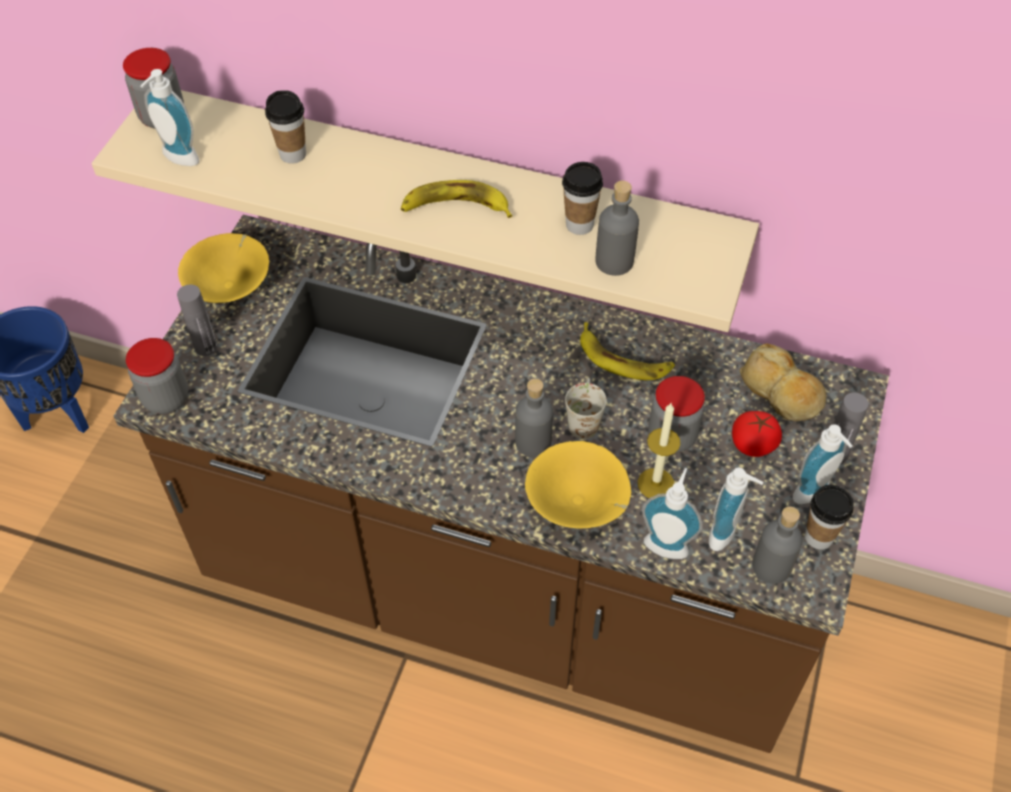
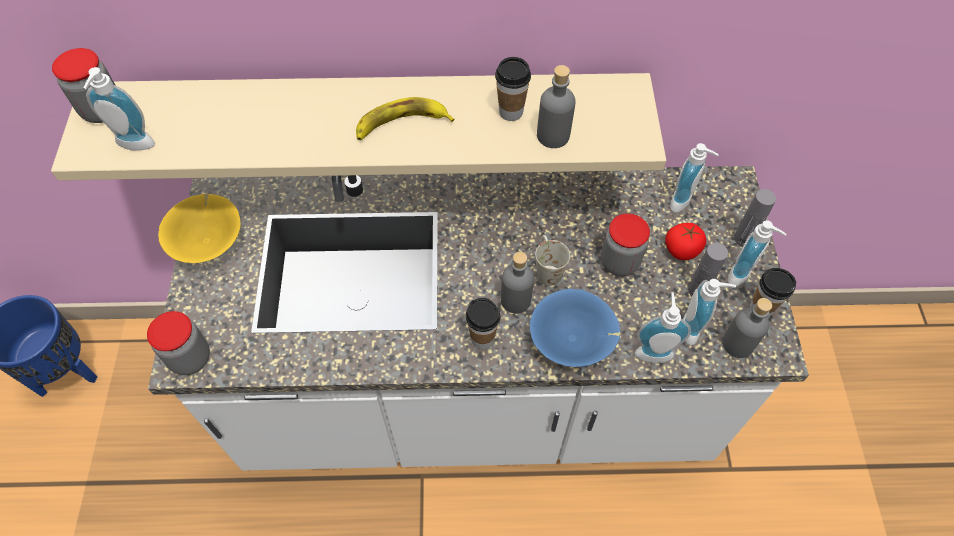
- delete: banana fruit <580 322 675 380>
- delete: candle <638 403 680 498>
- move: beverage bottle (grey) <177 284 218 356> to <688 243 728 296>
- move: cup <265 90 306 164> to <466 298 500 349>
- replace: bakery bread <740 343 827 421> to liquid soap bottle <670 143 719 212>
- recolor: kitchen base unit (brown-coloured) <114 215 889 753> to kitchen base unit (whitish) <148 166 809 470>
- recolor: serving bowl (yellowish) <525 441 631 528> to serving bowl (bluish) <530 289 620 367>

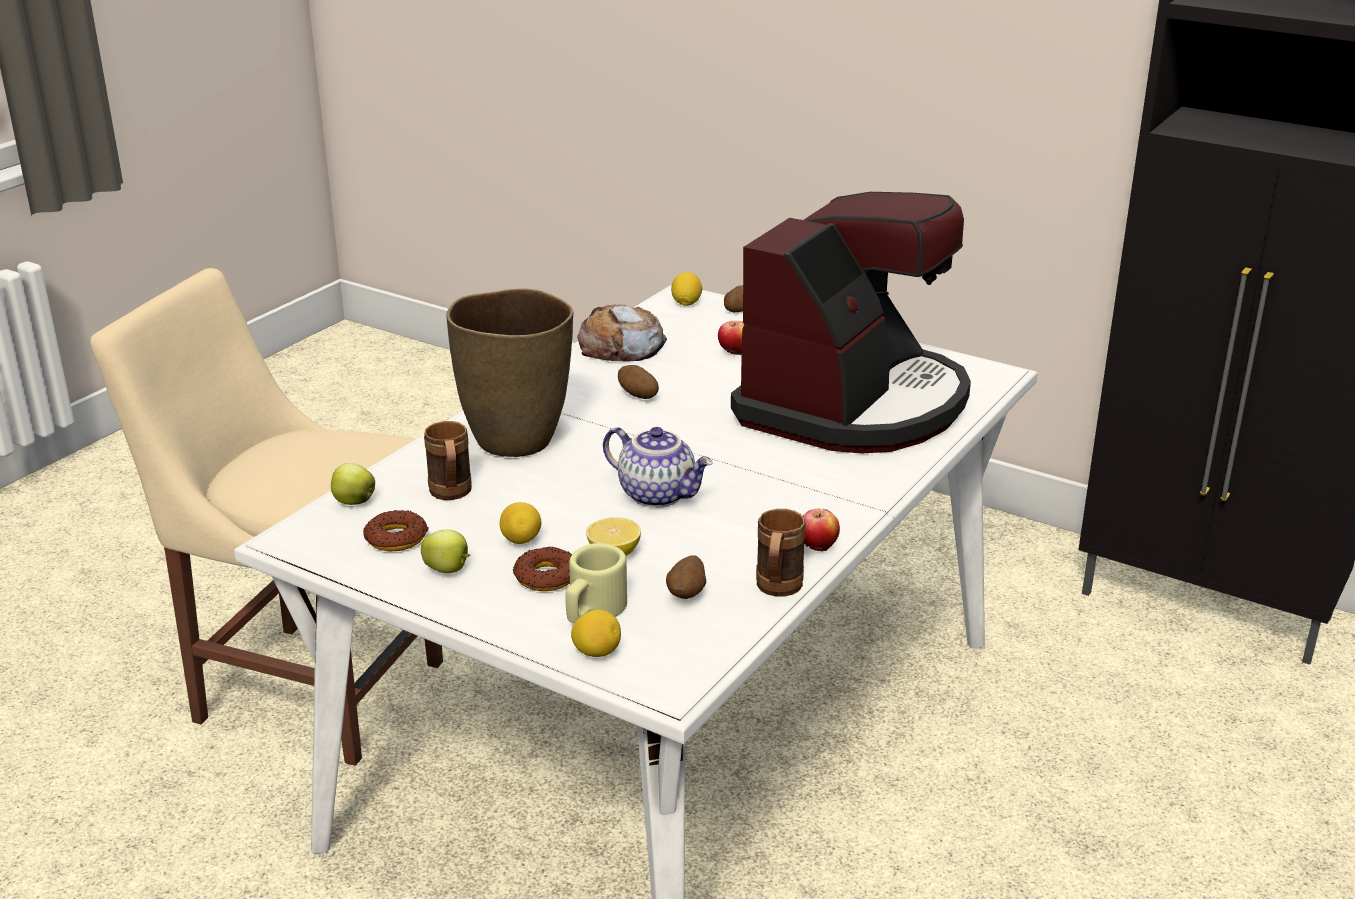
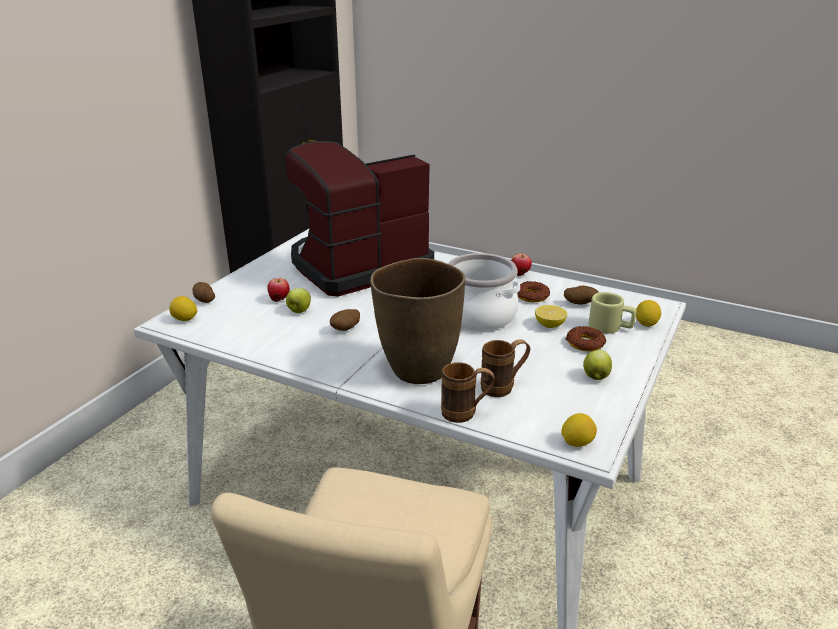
- delete: bakery bread <577 305 667 362>
- move: whole apple <331 463 375 505> to <286 288 311 313>
- move: ring doughnut <363 510 429 551> to <517 281 550 302>
- move: whole lemon <500 502 541 544> to <561 413 597 447>
- move: tea mug (brown-coloured) <756 509 806 596> to <441 362 495 423>
- replace: tea pot <603 427 713 508> to saucepot <448 253 520 331>
- rotate: coffee machine <731 192 971 454> = <285 141 434 297> 60 degrees counterclockwise

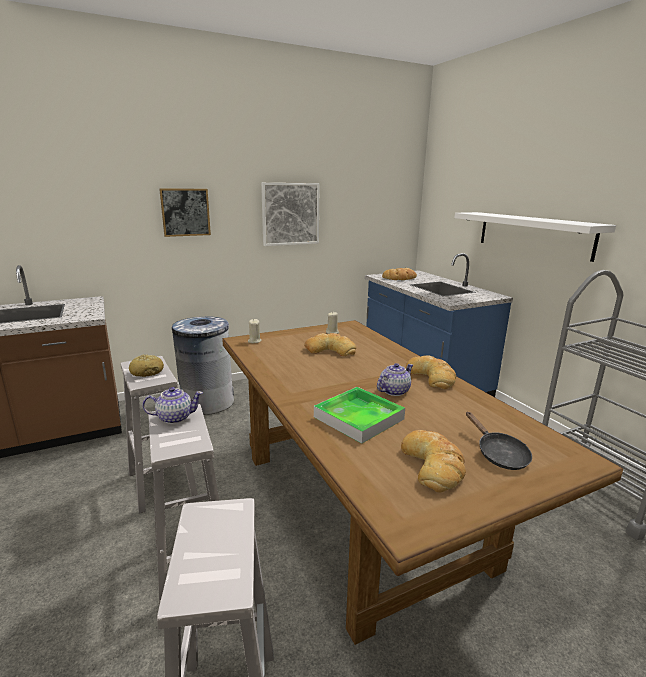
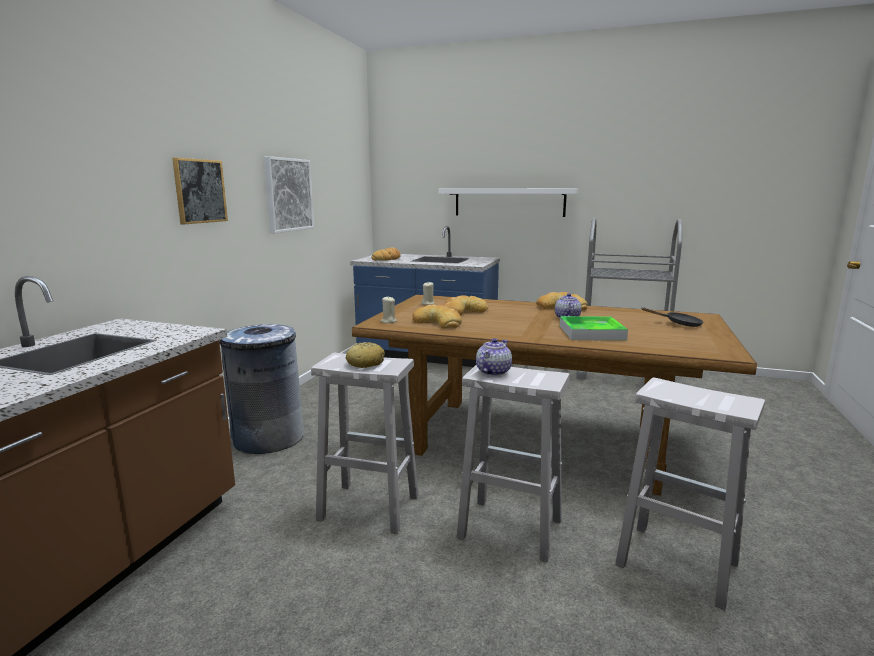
- move: bakery bread <401 430 466 492> to <412 305 462 328>

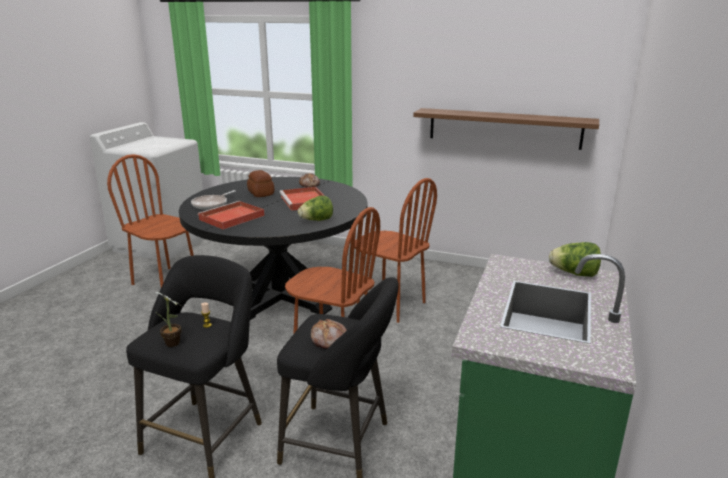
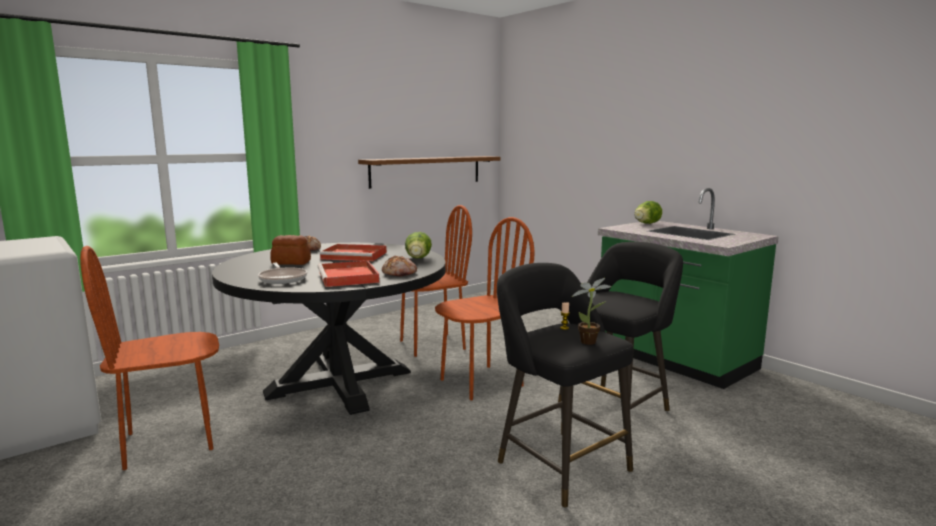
- move: bakery bread <311 319 347 349> to <382 256 417 277>

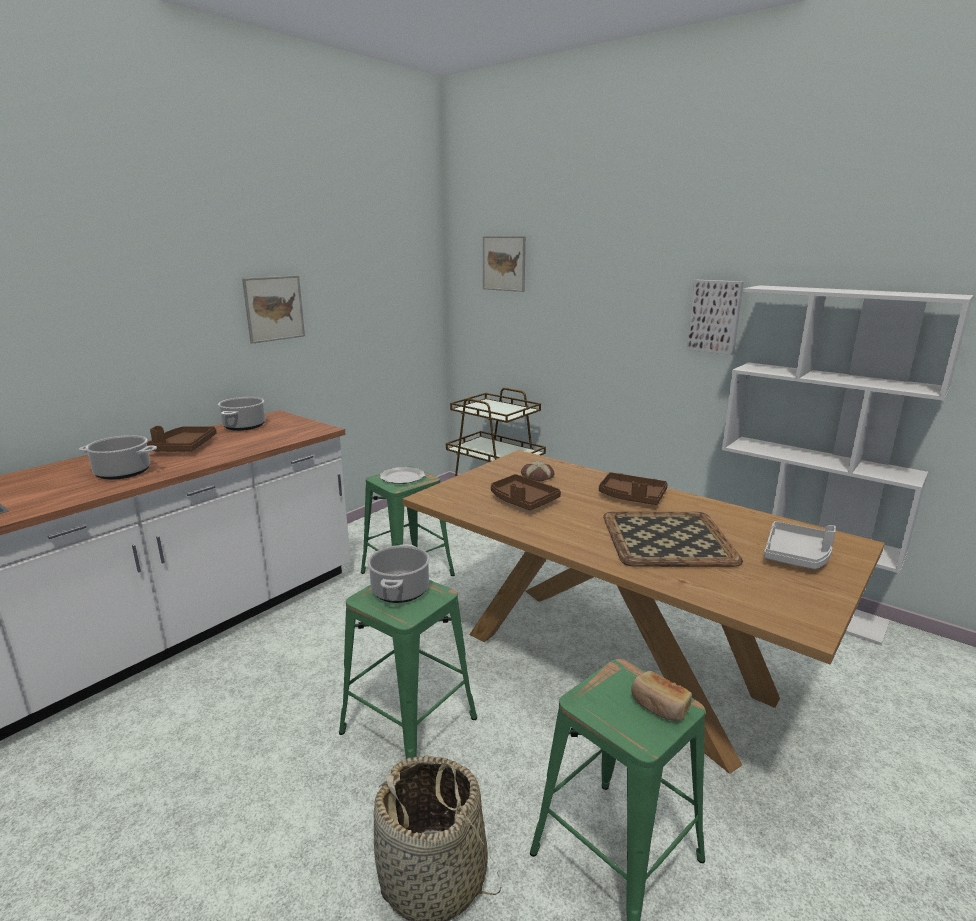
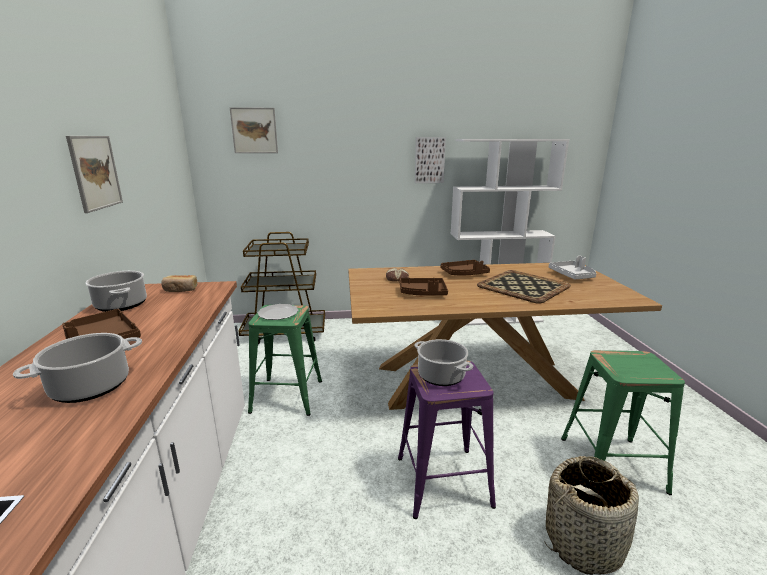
- move: bakery bread <631 671 692 721> to <161 275 198 292>
- recolor: stool seat (greenish) <339 580 477 759> to stool seat (purple) <398 361 496 519>

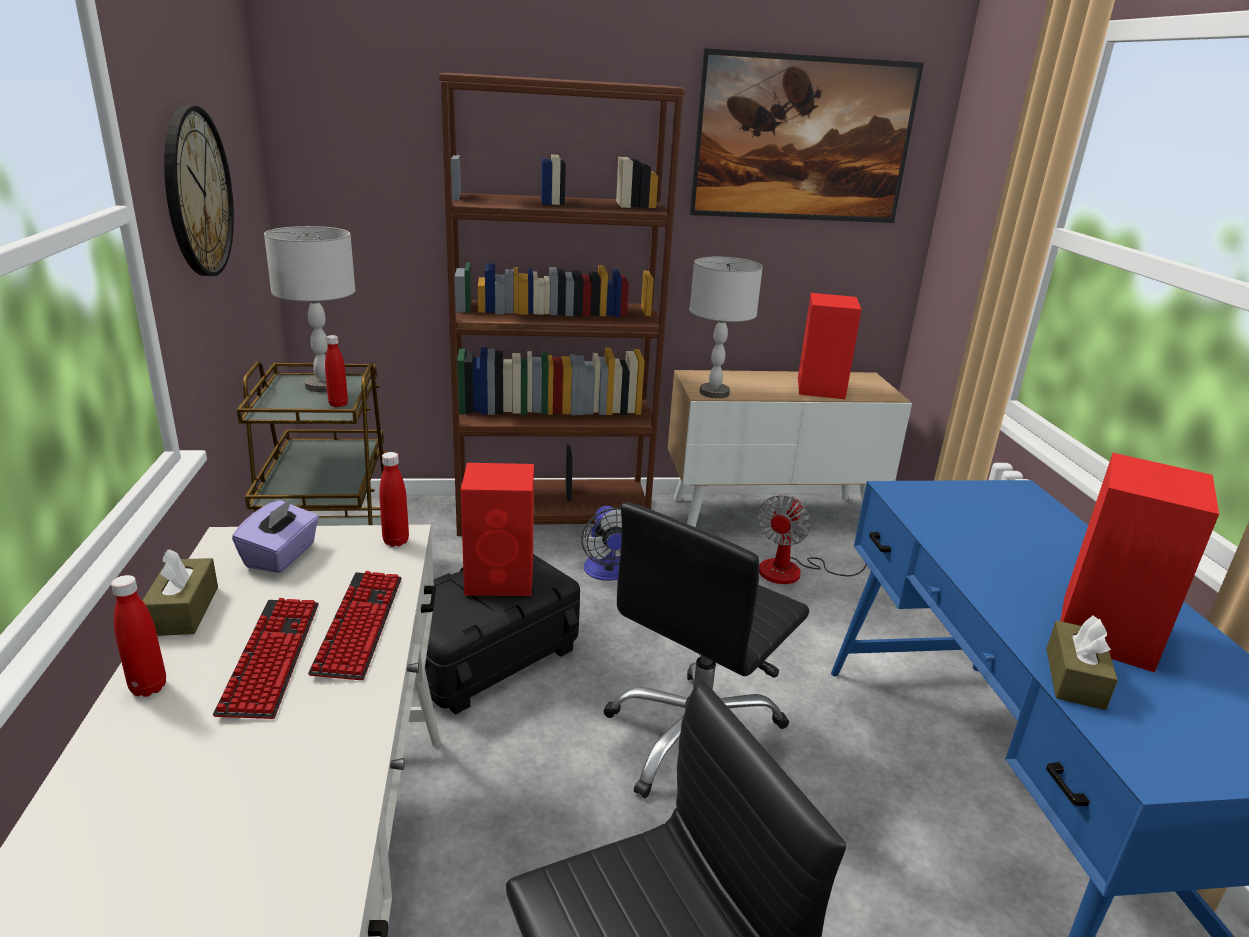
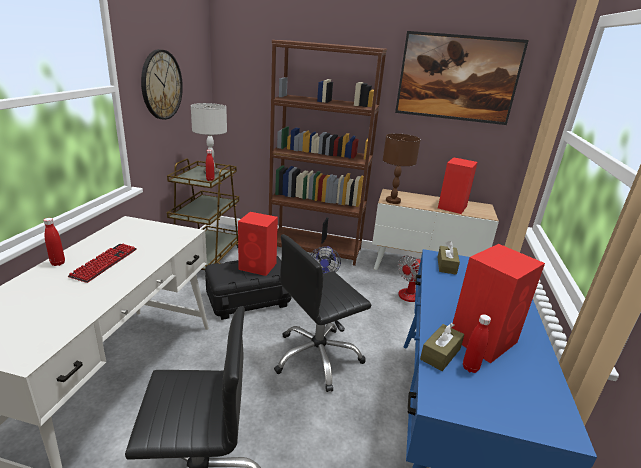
- delete: tissue box (purple) <232 498 319 573>
- delete: PC keyboard <308 571 402 680>
- move: tissue box (brown-coloured) <142 549 218 636> to <438 241 460 275>
- move: beverage bottle (red) <379 452 409 547> to <463 314 491 373>
- recolor: table lamp (grey) <689 257 763 398> to table lamp (brown-coloured) <383 133 421 204>

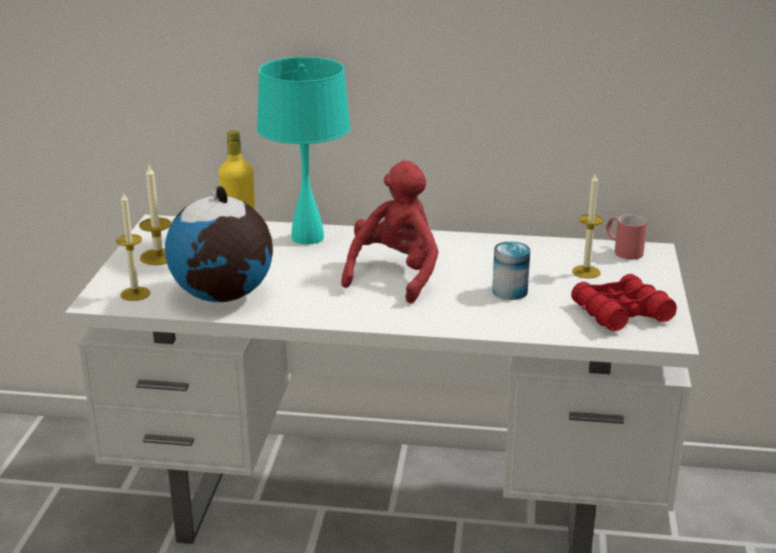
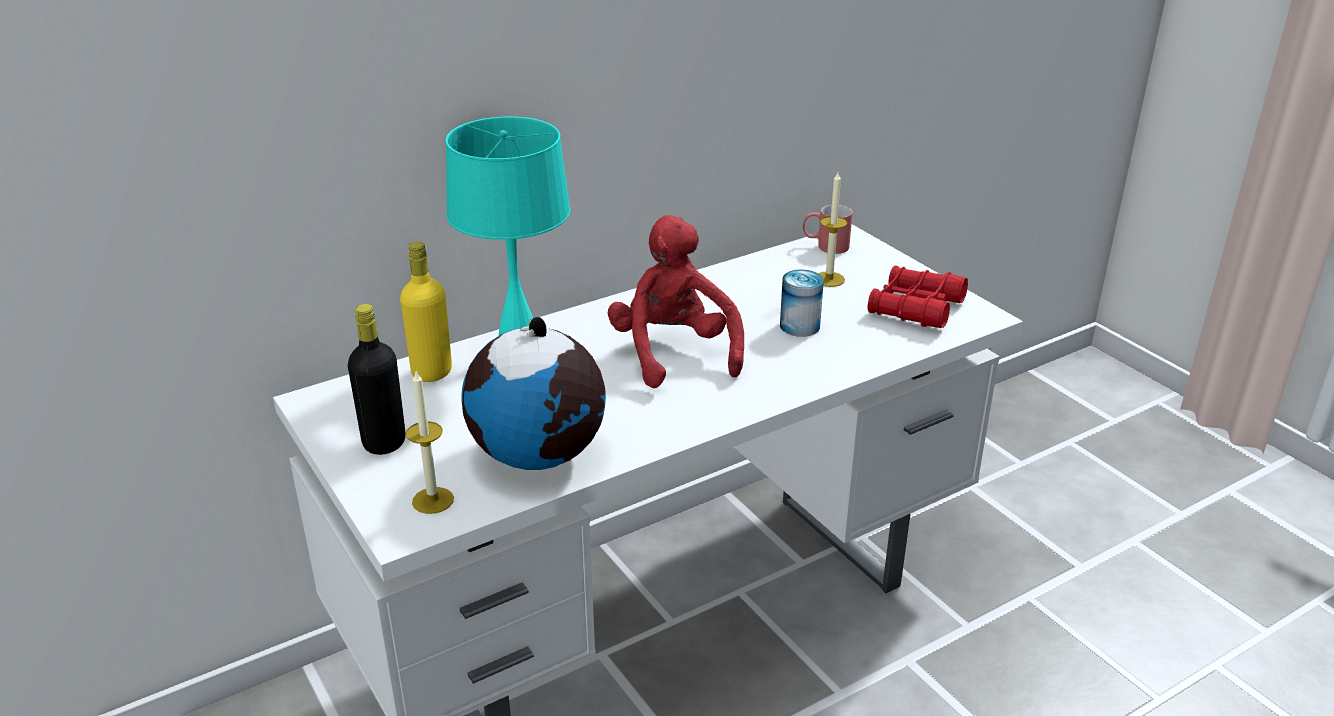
- replace: candle <139 166 171 265> to beverage bottle (blackish) <348 304 406 455>

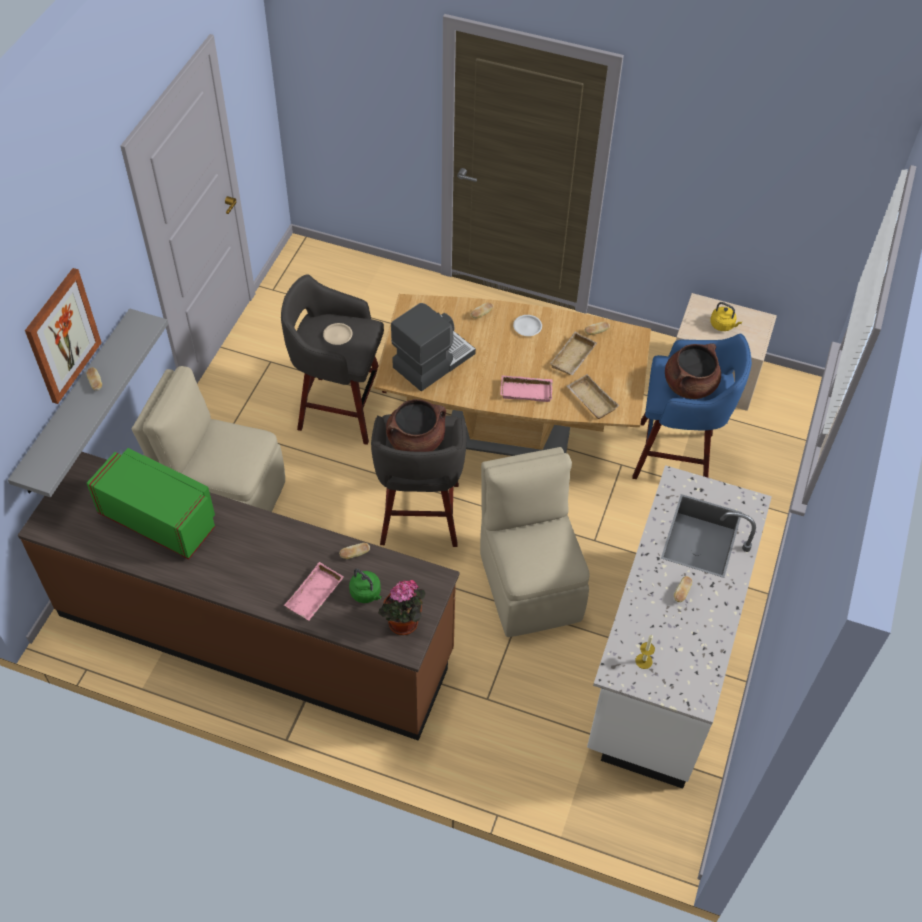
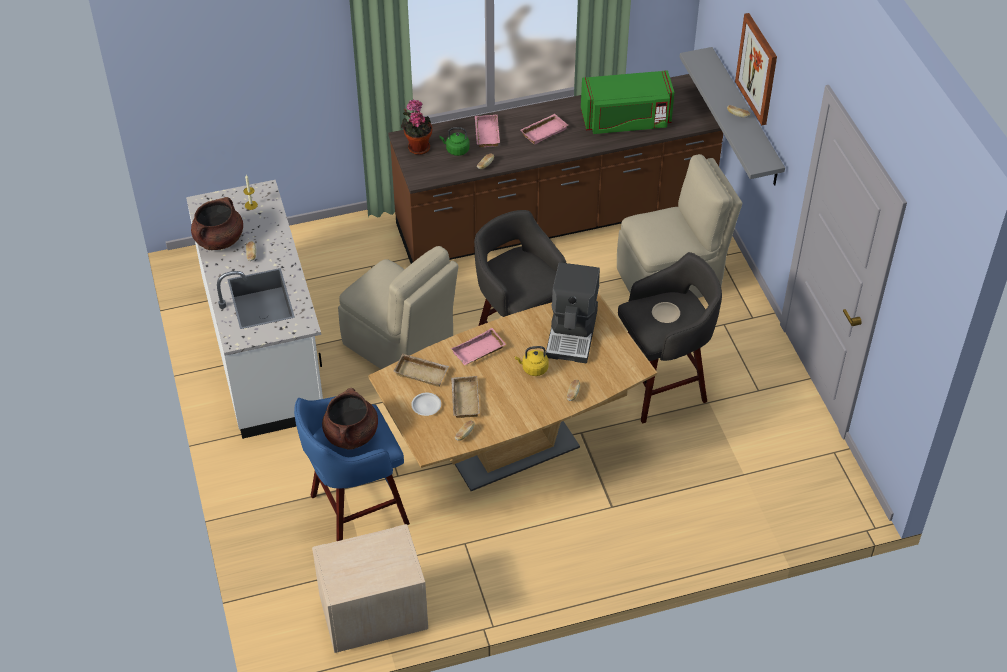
- insert: tray (pink) <520 114 568 144>
- move: saucepot (brown-coloured) <386 399 446 452> to <191 197 243 250>
- move: dinner plate (whitish) <513 315 542 336> to <411 393 441 416>
- move: tea kettle (yellowish) <710 302 742 331> to <515 346 549 376>

